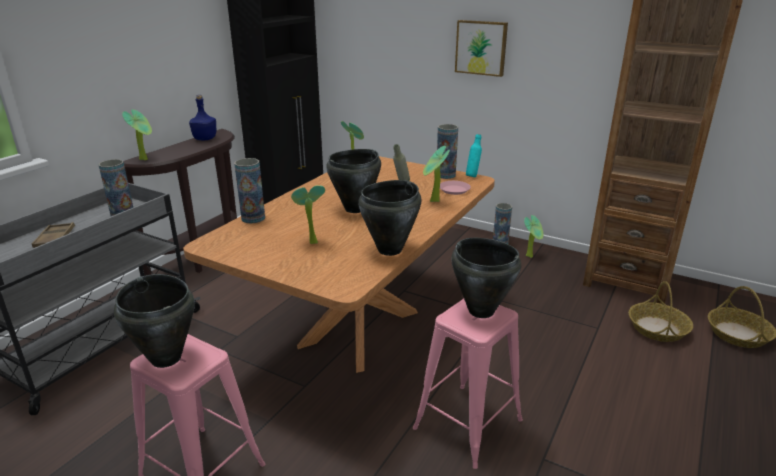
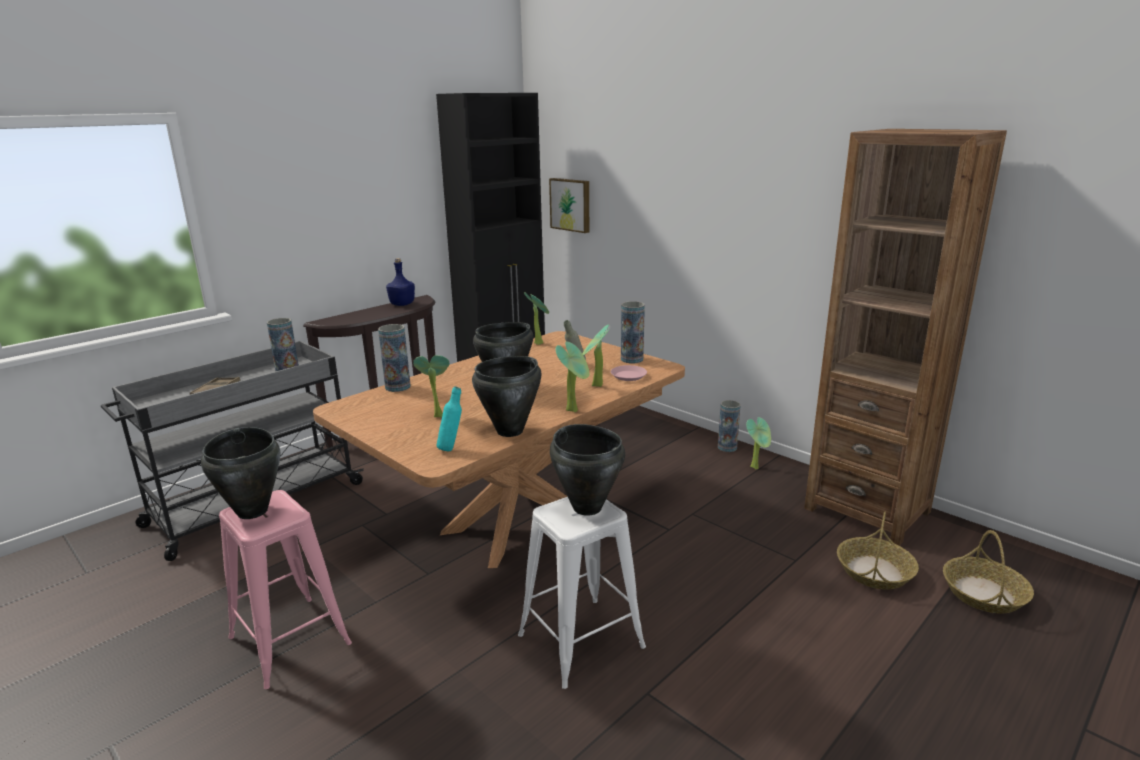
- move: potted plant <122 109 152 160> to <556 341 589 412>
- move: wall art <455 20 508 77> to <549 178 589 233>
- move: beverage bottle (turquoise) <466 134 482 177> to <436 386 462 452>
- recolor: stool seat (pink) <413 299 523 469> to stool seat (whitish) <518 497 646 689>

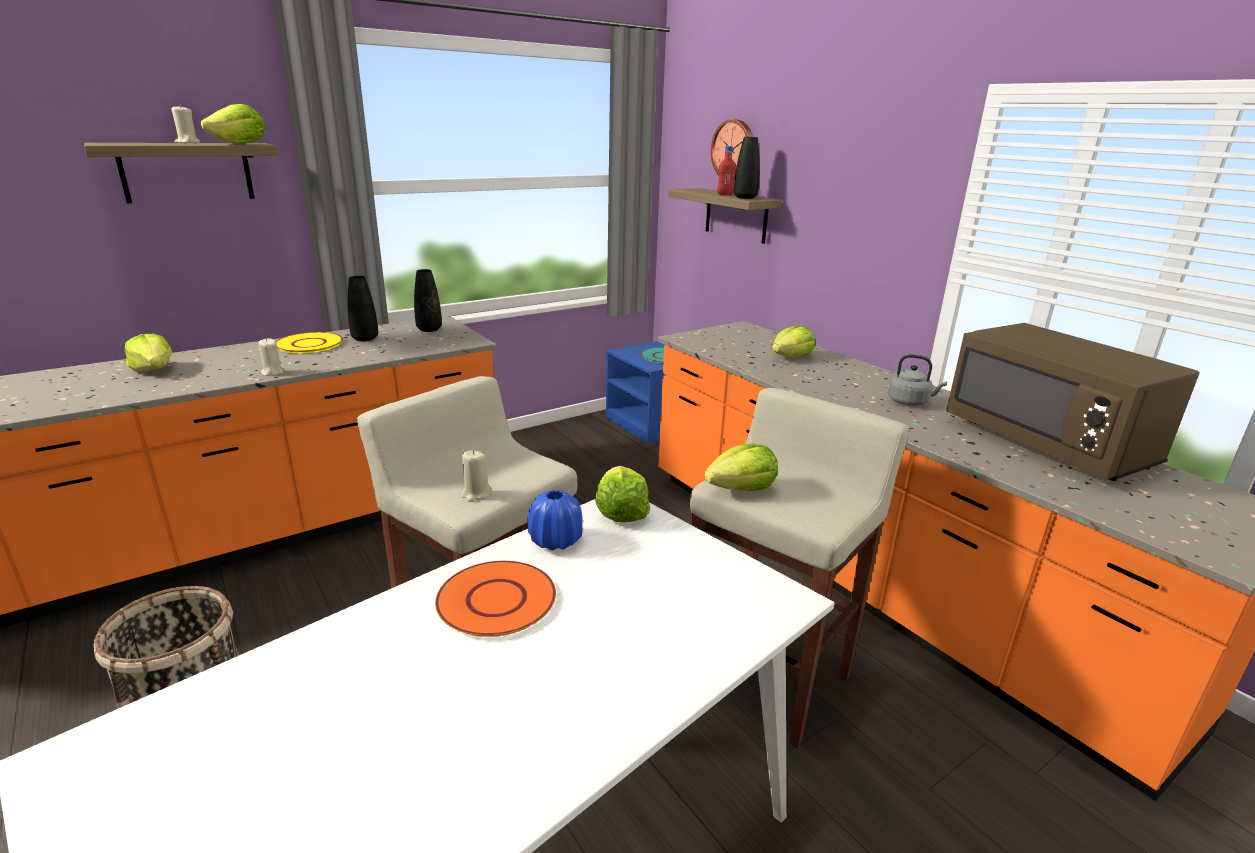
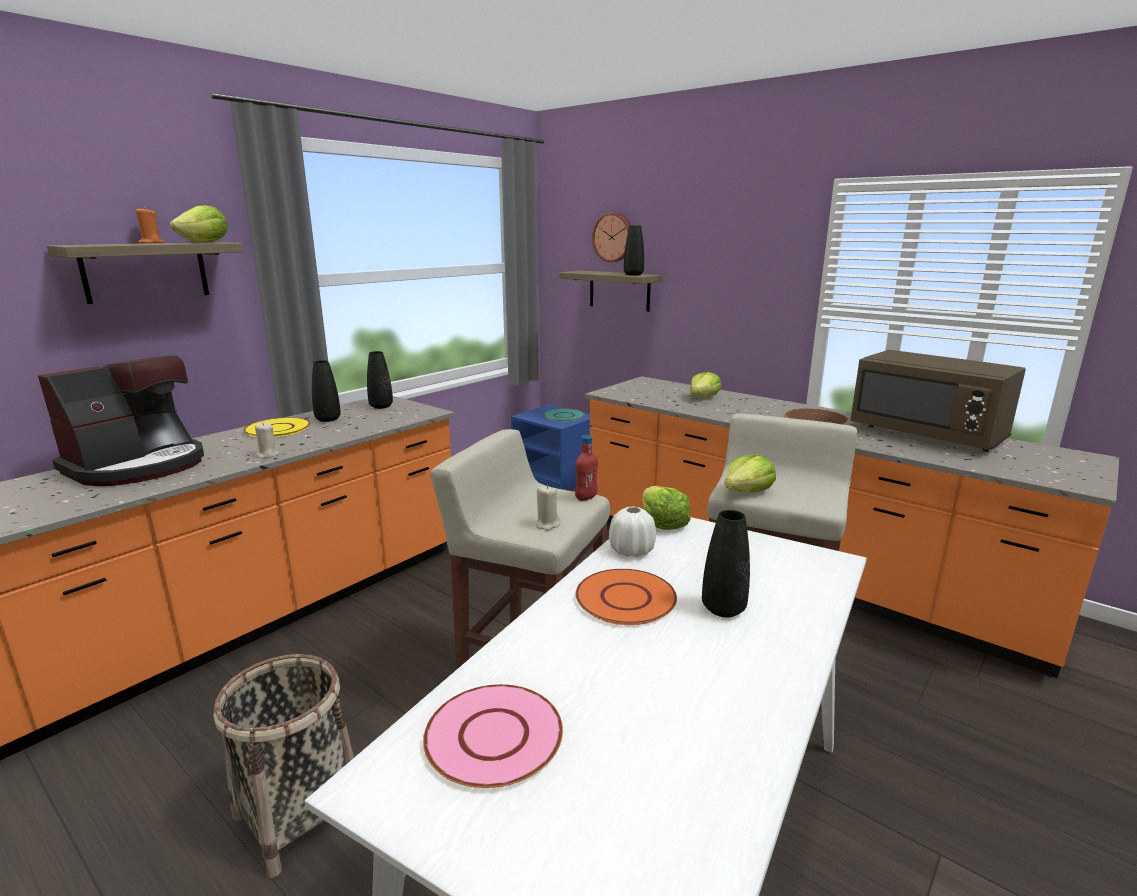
- insert: dinner plate (pink) <423 684 563 788>
- insert: decorative vase (blackish) <702 510 750 617>
- move: beverage bottle (red) <717 146 736 195> to <575 435 598 501>
- replace: lettuce <124 334 172 372> to coffee machine <38 356 204 486>
- replace: tea kettle (grey) <888 354 947 406> to dinner plate (brown-coloured) <786 408 848 424>
- recolor: candle (beige-coloured) <171 105 200 143> to candle (orange-coloured) <136 207 164 243>
- recolor: decorative vase (bluish) <527 490 583 551> to decorative vase (whitish) <609 506 656 558>

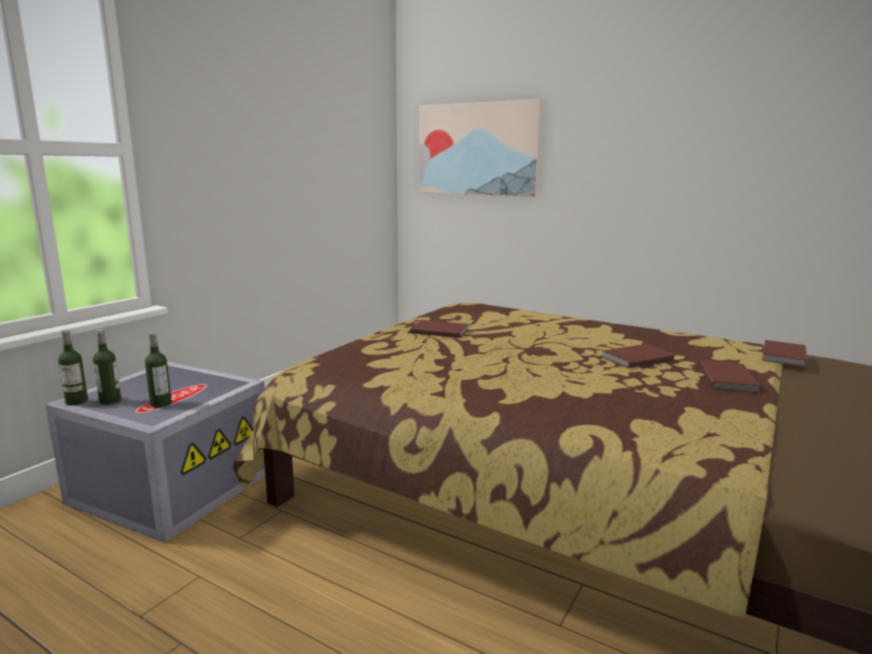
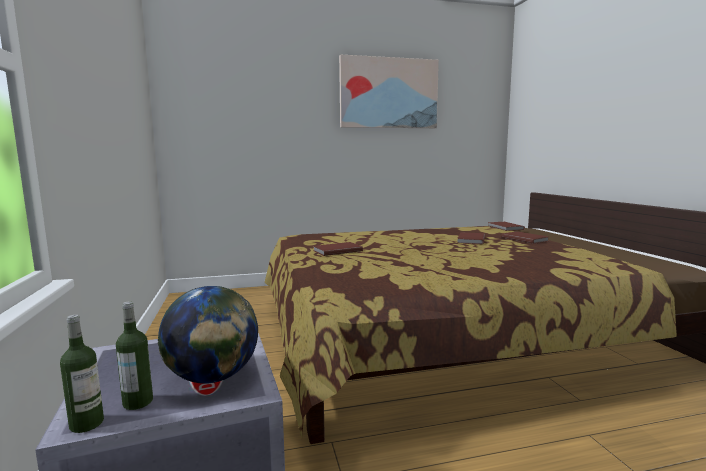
- move: wall art <419 99 542 197> to <339 54 439 128>
- replace: beverage bottle <145 332 172 408> to world globe <158 286 258 384>

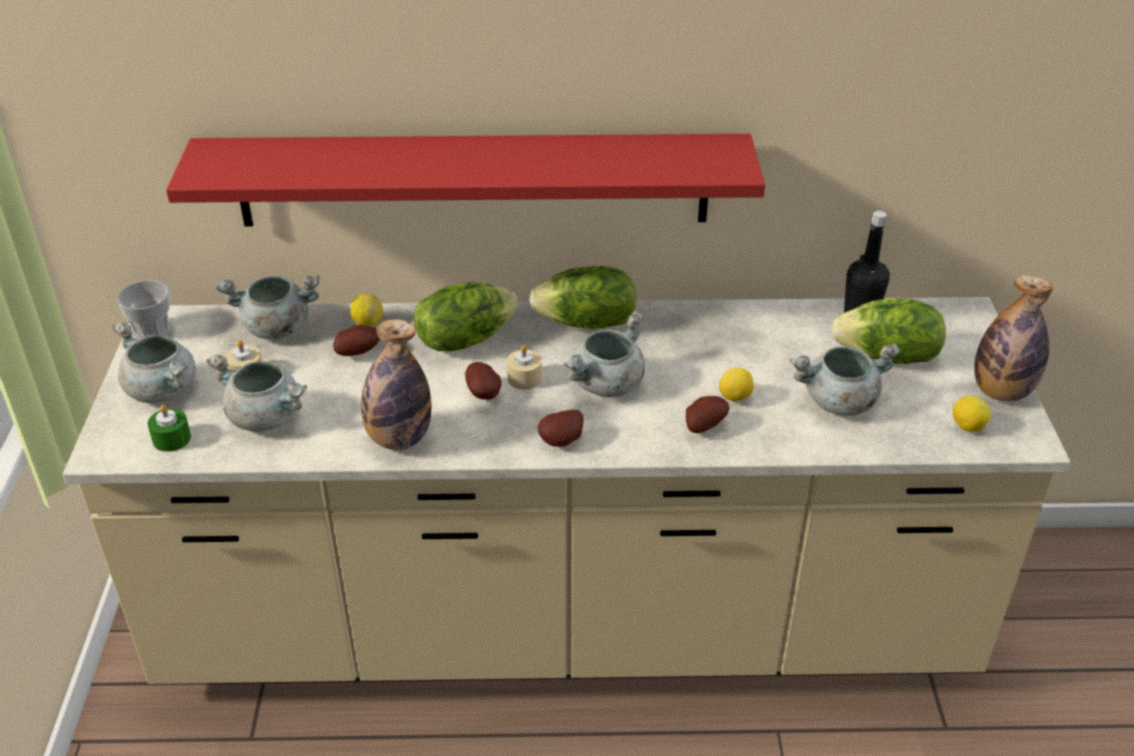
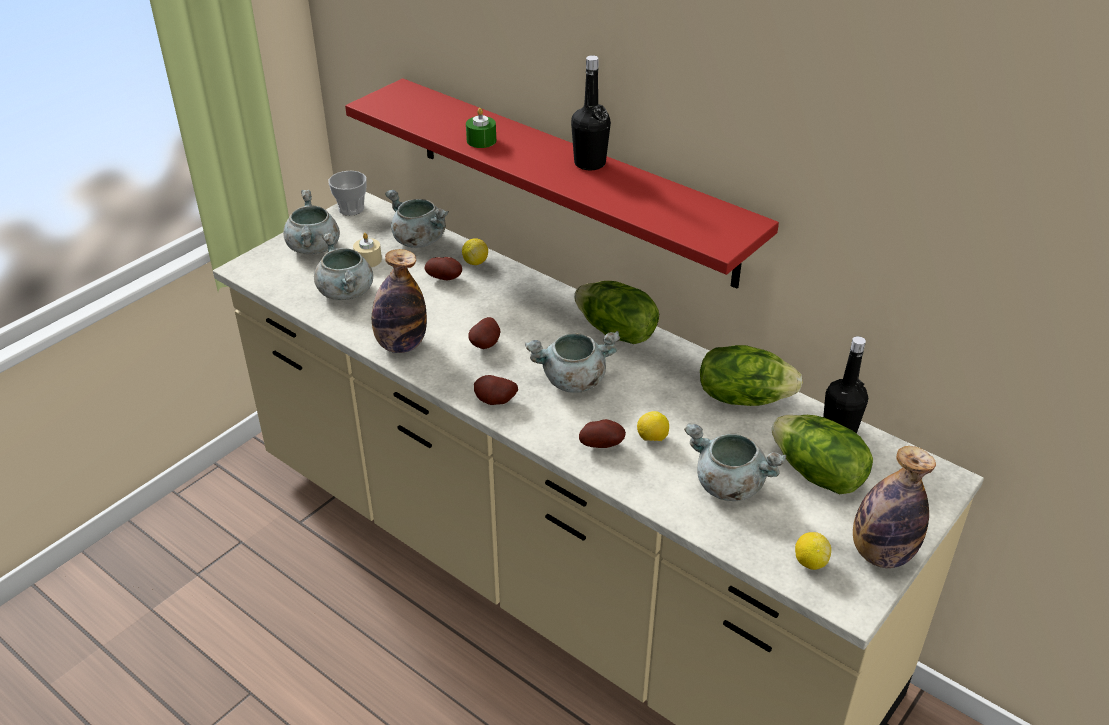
- delete: candle (beige-coloured) <507 345 542 390>
- insert: beverage bottle (blackish) <571 55 611 170>
- move: candle (greenish) <148 405 191 452> to <466 108 496 148>
- move: lettuce <414 282 518 351> to <700 345 803 406>

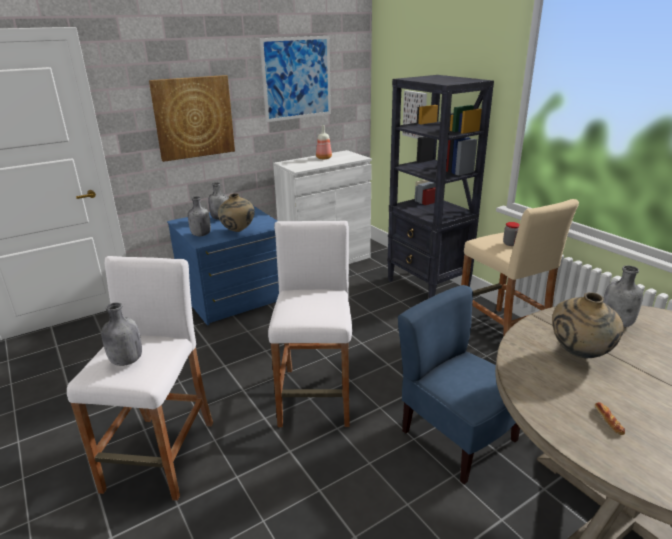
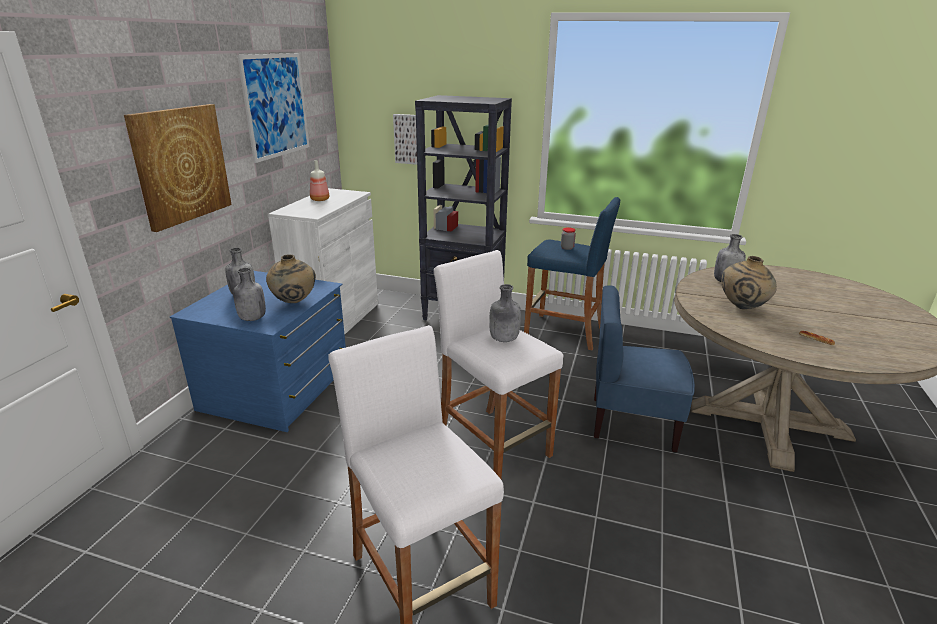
- move: beverage bottle (grey) <101 302 142 366> to <489 284 521 342>
- recolor: stool seat (beige-coloured) <461 199 579 335> to stool seat (bluish) <524 197 620 350>

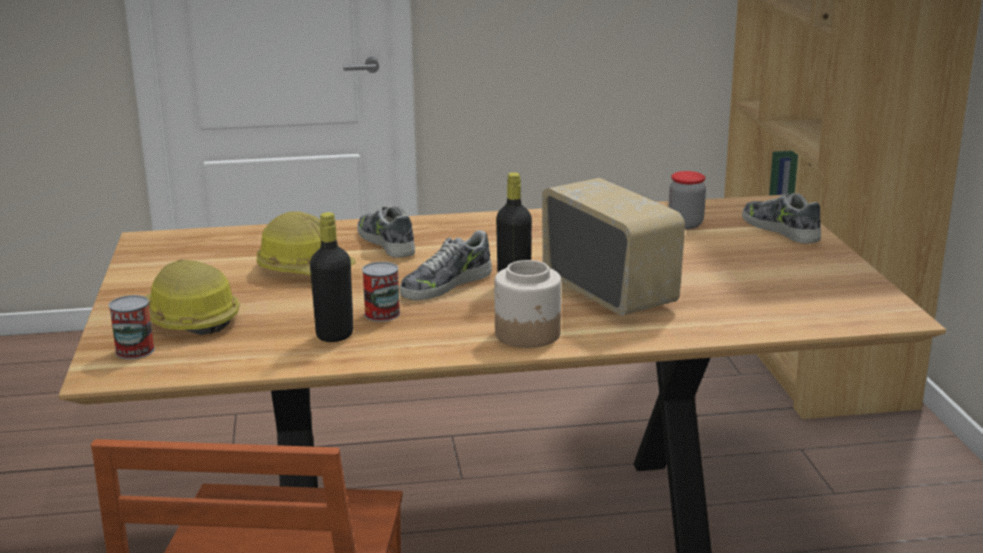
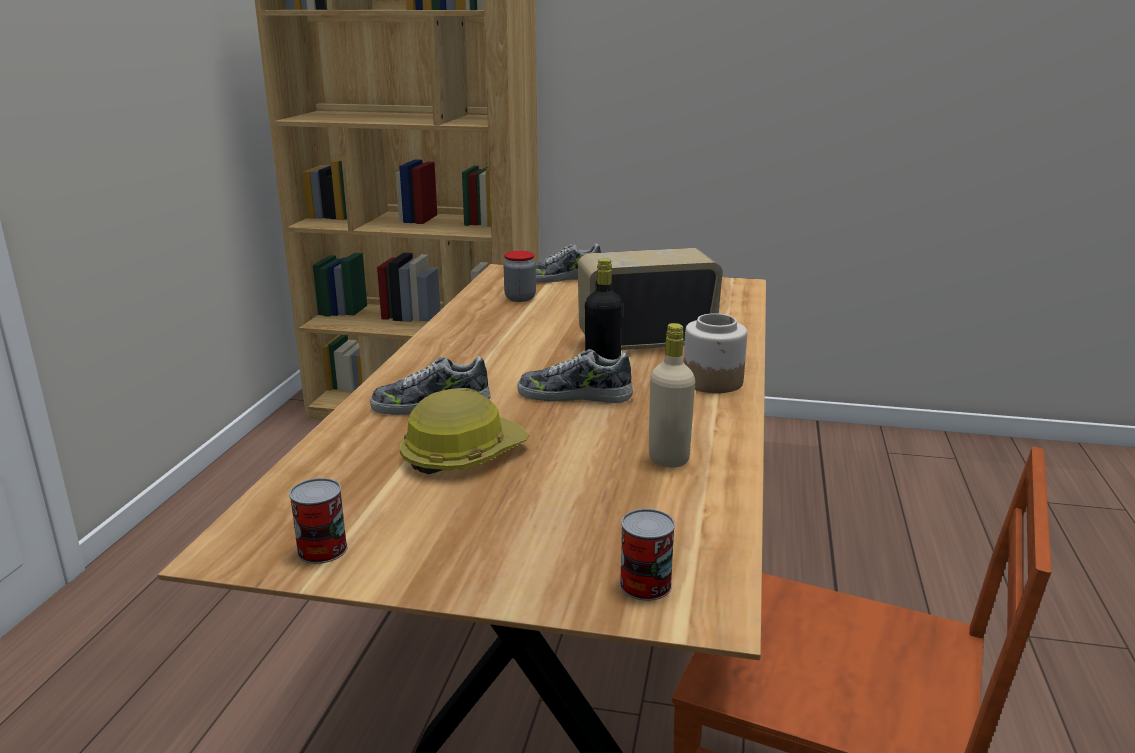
- delete: work helmet <144 259 240 335>
- move: sealed can <362 262 400 322> to <289 478 348 564>
- recolor: beverage bottle (blackish) <310 212 353 342> to beverage bottle (beige-coloured) <649 323 695 468>
- rotate: shoe <400 230 492 300> = <517 349 633 403> 120 degrees clockwise

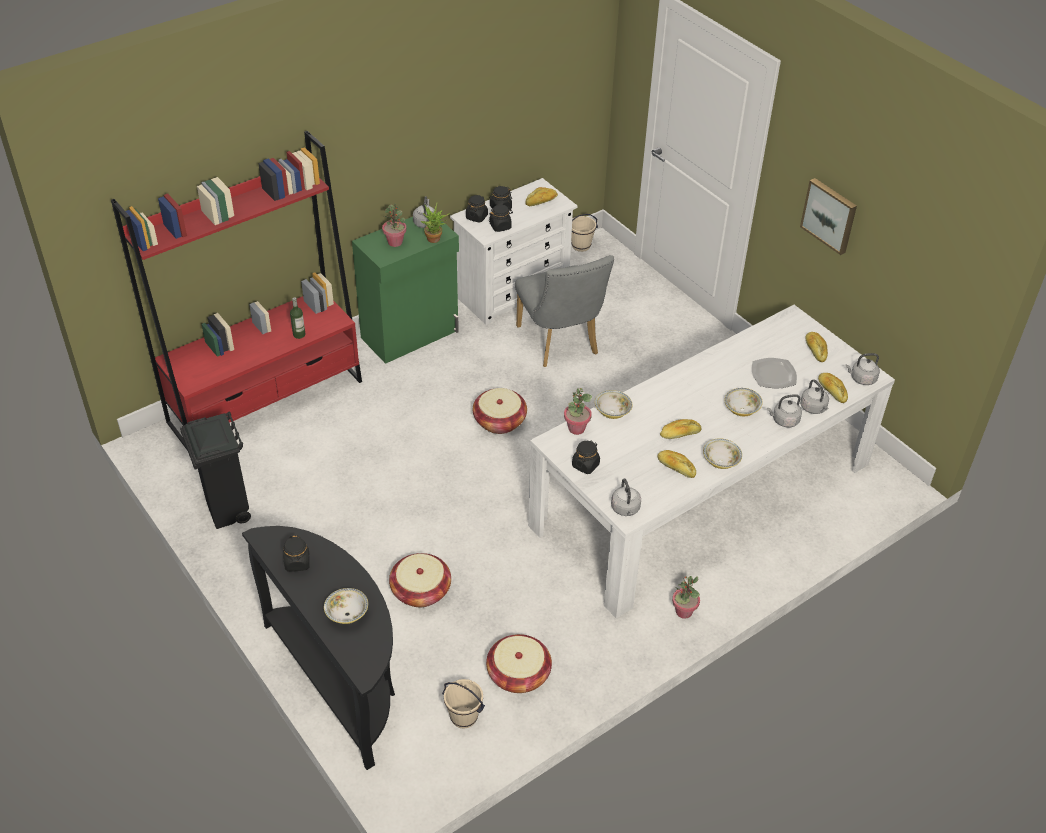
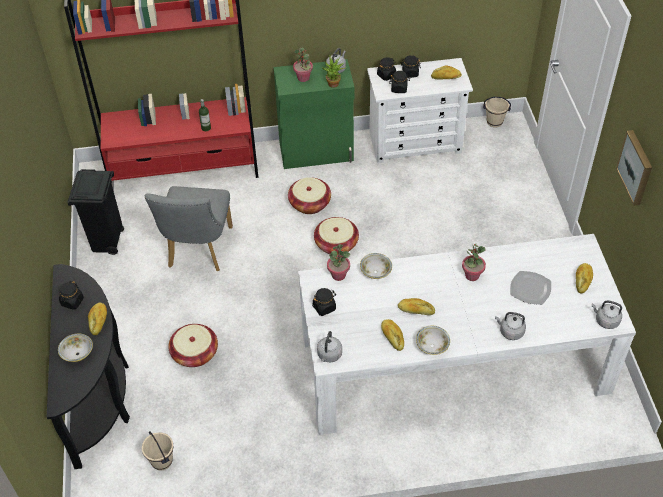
- delete: serving bowl <725 388 763 416>
- delete: tea kettle (grey) <800 379 829 414>
- move: storage basket <486 634 552 693> to <288 177 331 214>
- move: plain chair (grey) <515 255 614 367> to <145 186 233 271>
- move: potted plant <672 576 700 619> to <462 244 486 281>
- move: bakery bread <818 373 848 403> to <88 303 107 335>

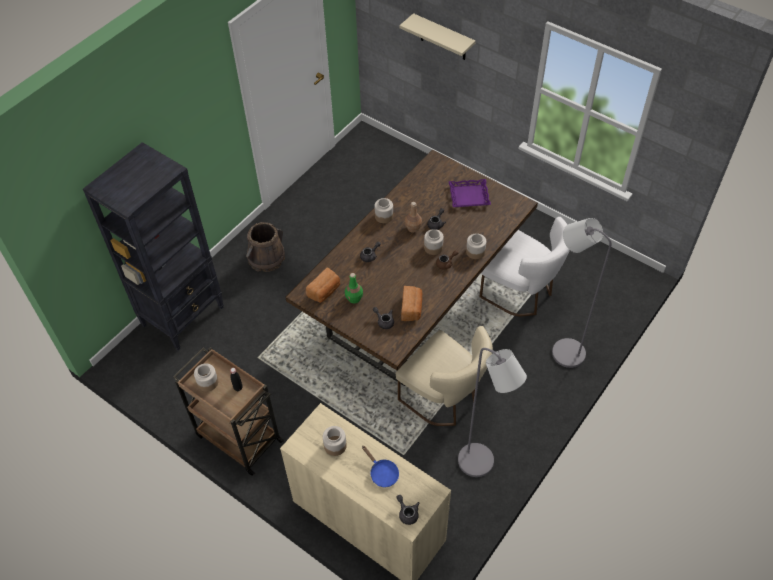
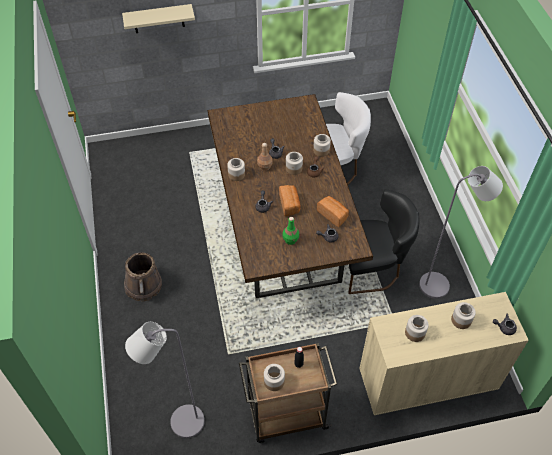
- delete: shelving unit (blackish) <83 142 224 351>
- delete: tray (purple) <449 179 491 207>
- move: bakery bread <306 267 340 303> to <279 185 300 216>
- move: floor lamp (grey) <552 218 611 368> to <125 322 205 438>
- replace: skillet (bluish) <362 446 399 487> to storage jar <451 302 476 329>
- recolor: plain chair (beige-coloured) <396 326 493 426> to plain chair (blackish) <348 189 419 294>

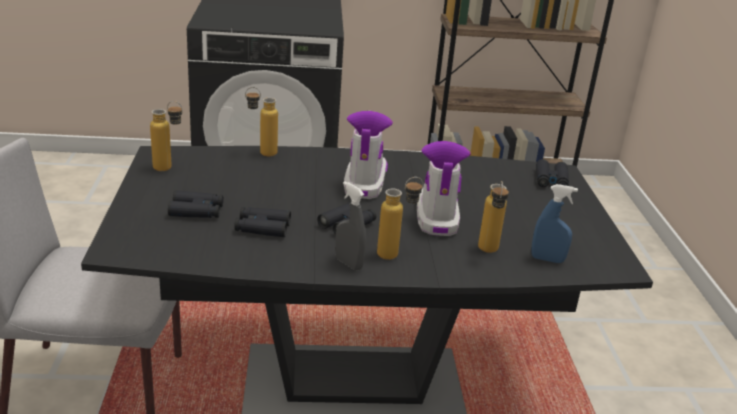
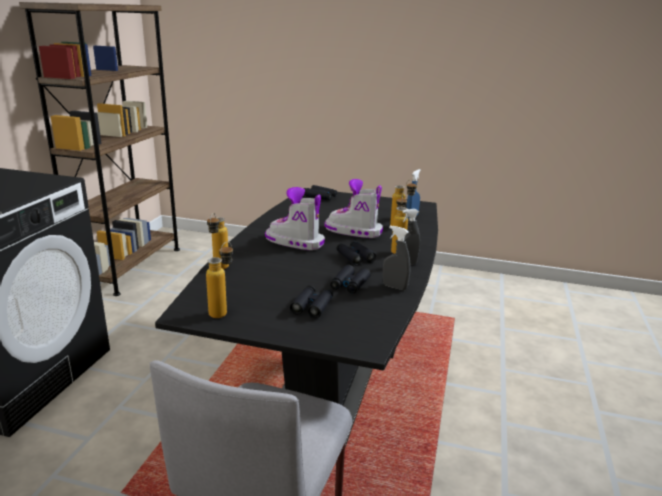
- insert: hand sprayer (grey) <383 226 411 290>

